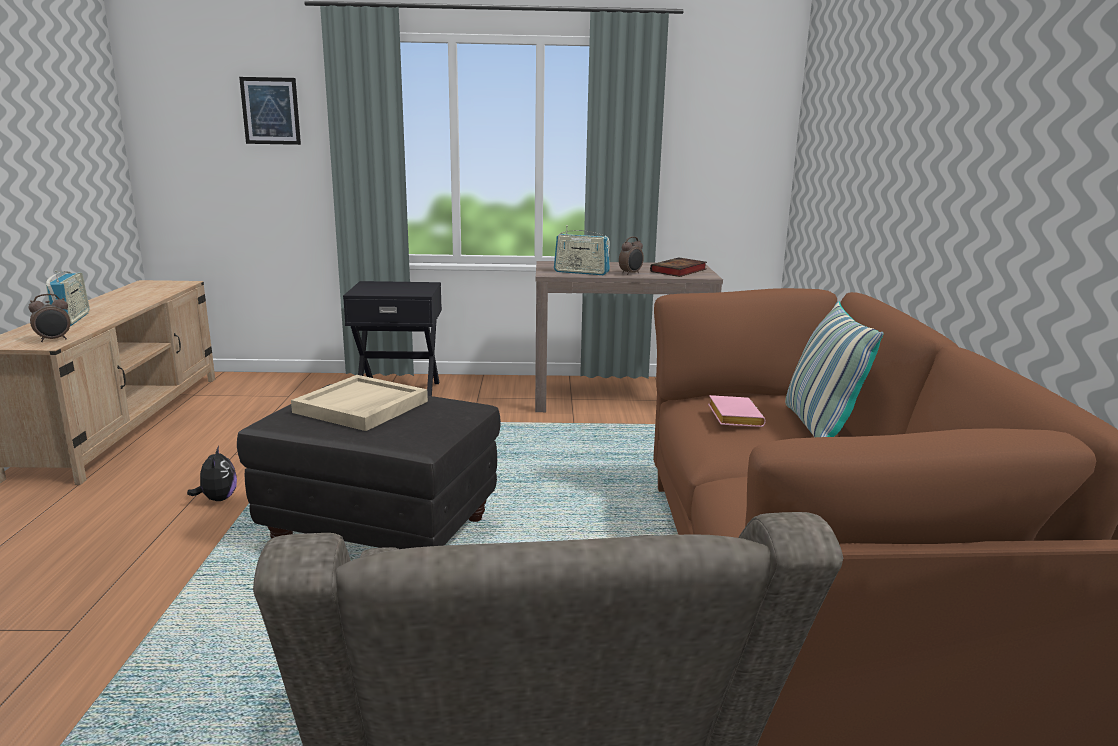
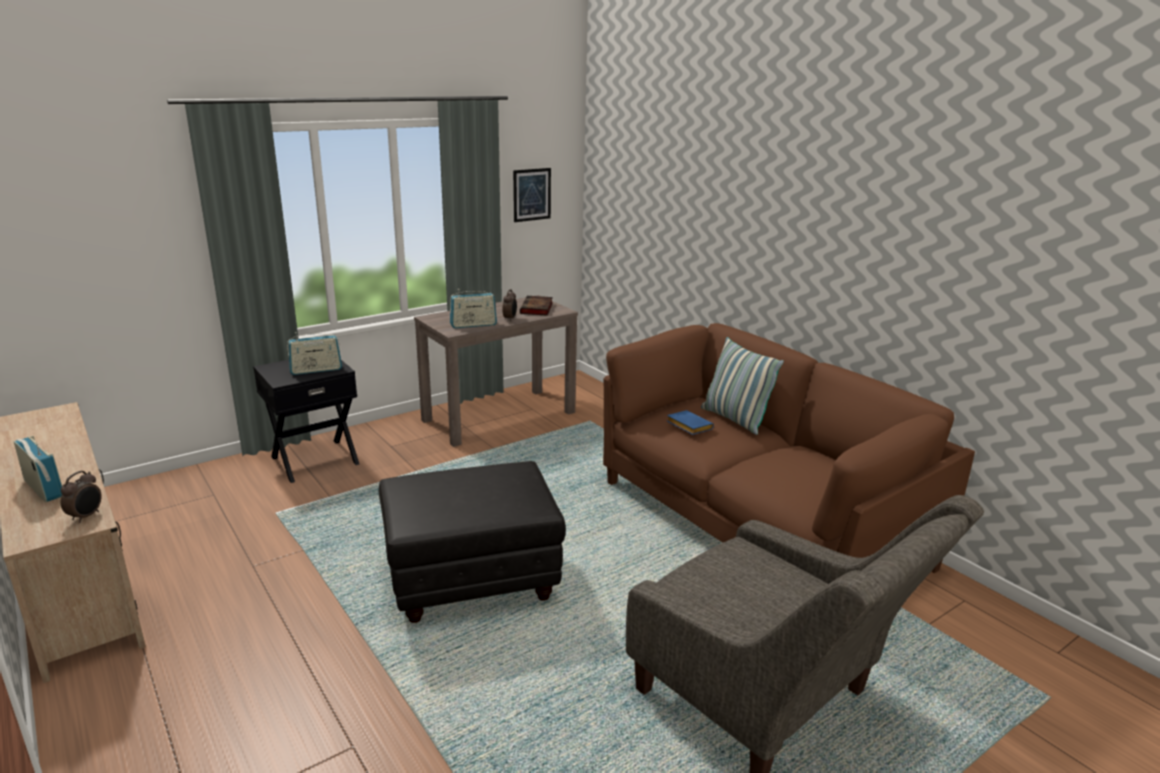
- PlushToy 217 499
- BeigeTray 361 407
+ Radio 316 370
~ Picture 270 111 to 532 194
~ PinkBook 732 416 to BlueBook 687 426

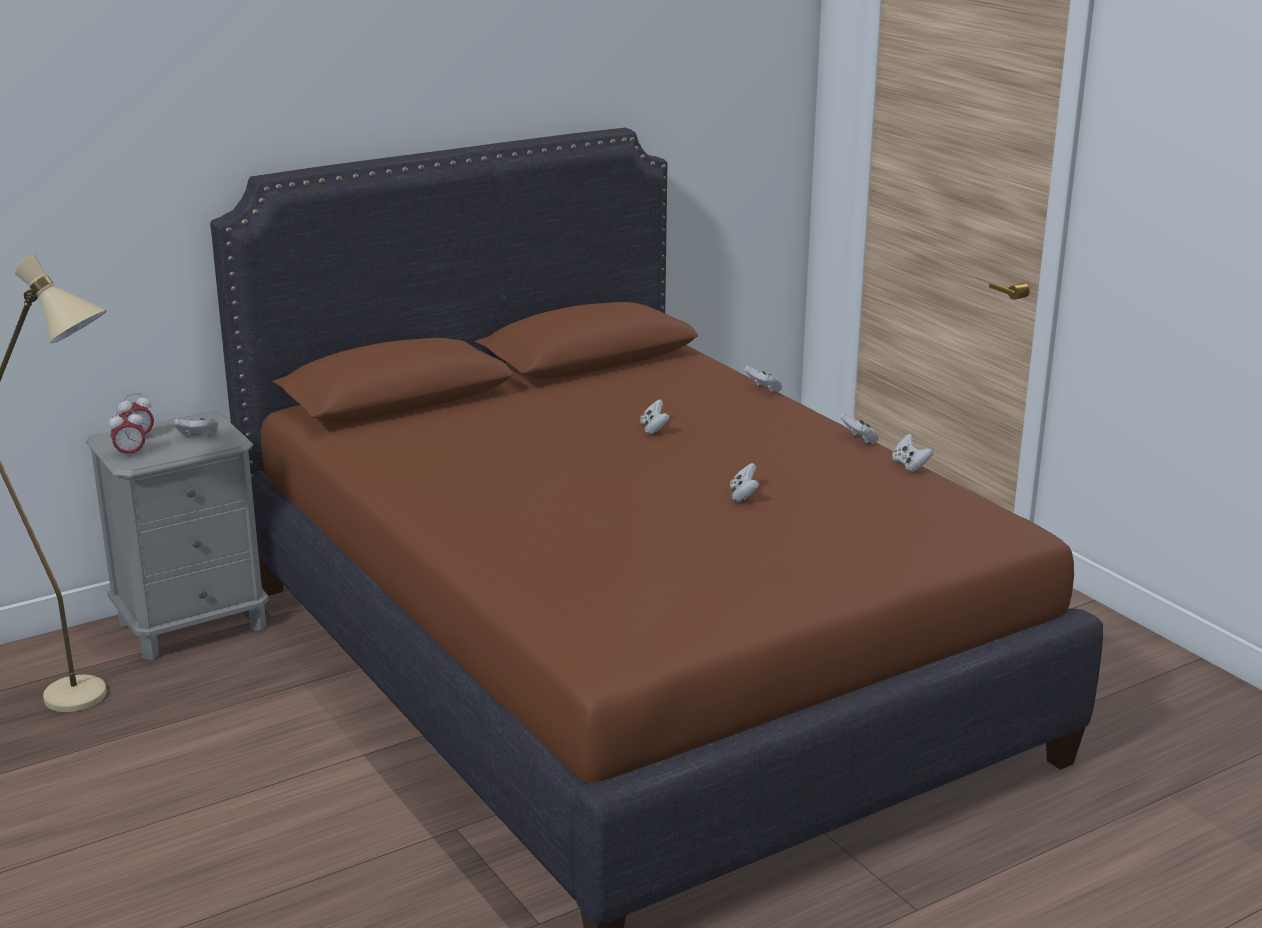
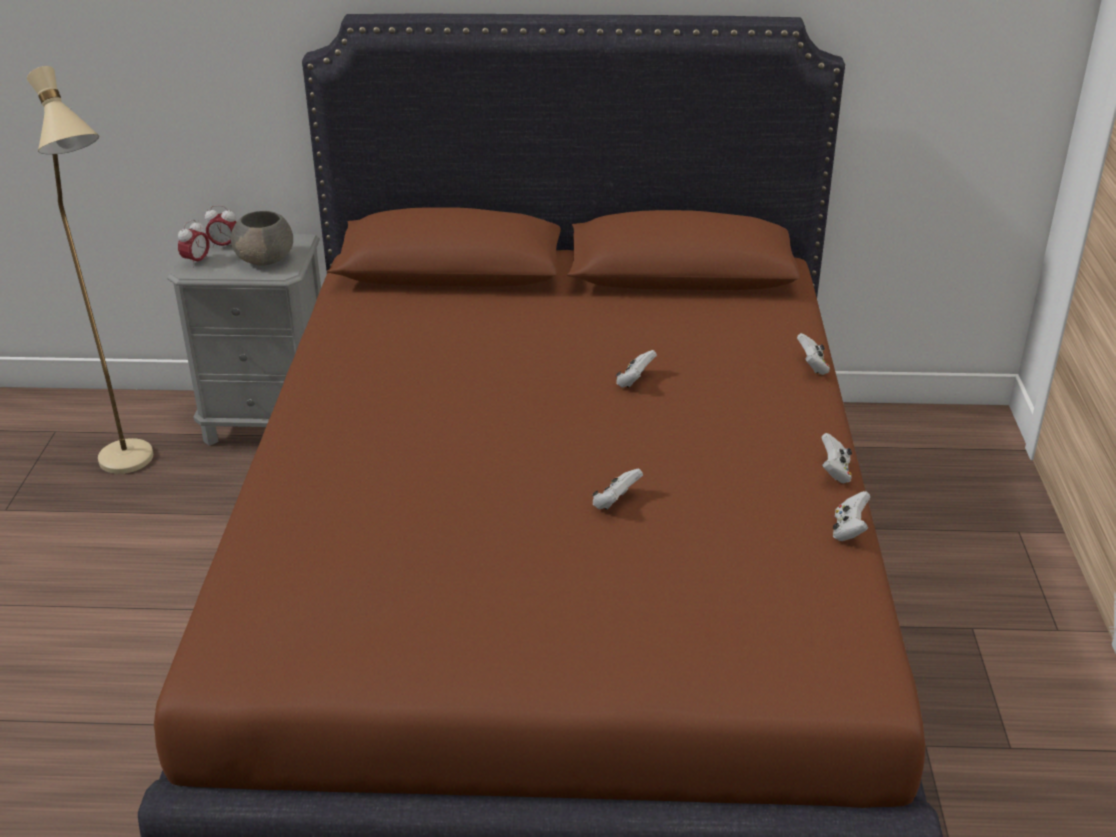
~ WhiteGameController 198 436 to GreyBowl 266 259
~ AlarmClock 130 454 = 196 262 75 degrees counterclockwise

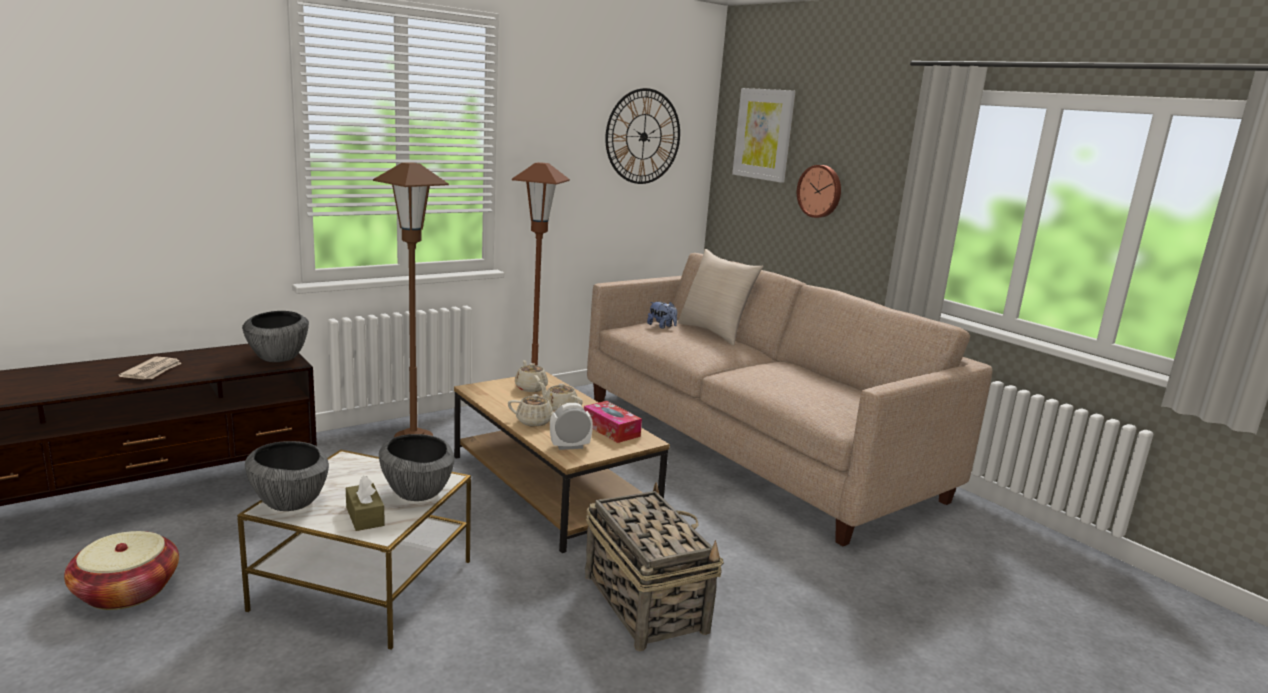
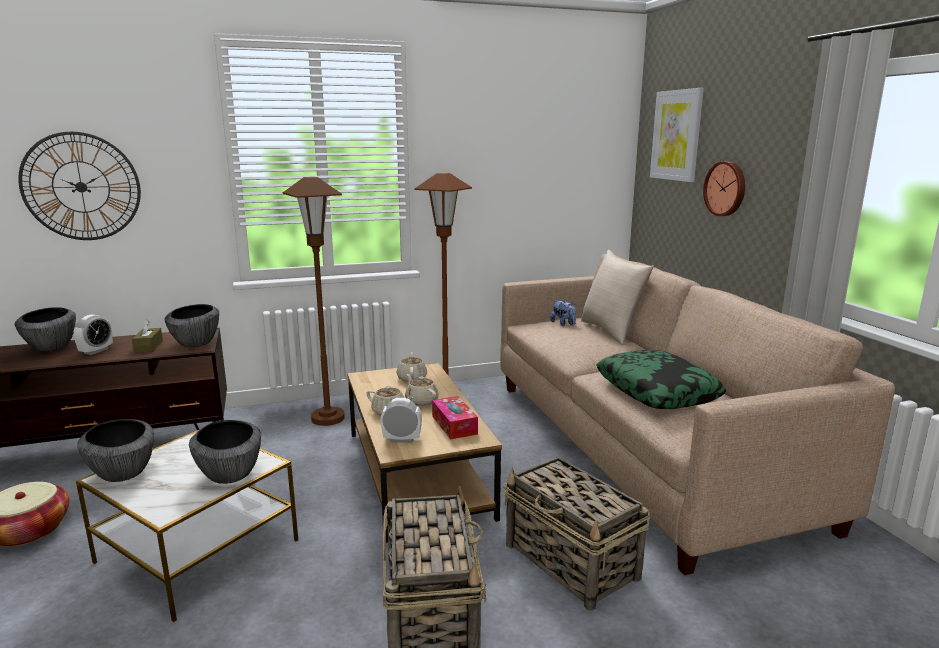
+ Bowl 51 348
+ Basket 571 562
+ Pillow 657 391
~ BrownTissueBox 365 516 to 148 346
~ WallClock 643 136 to 81 187
~ Newspaper 153 371 to AlarmClock 96 351

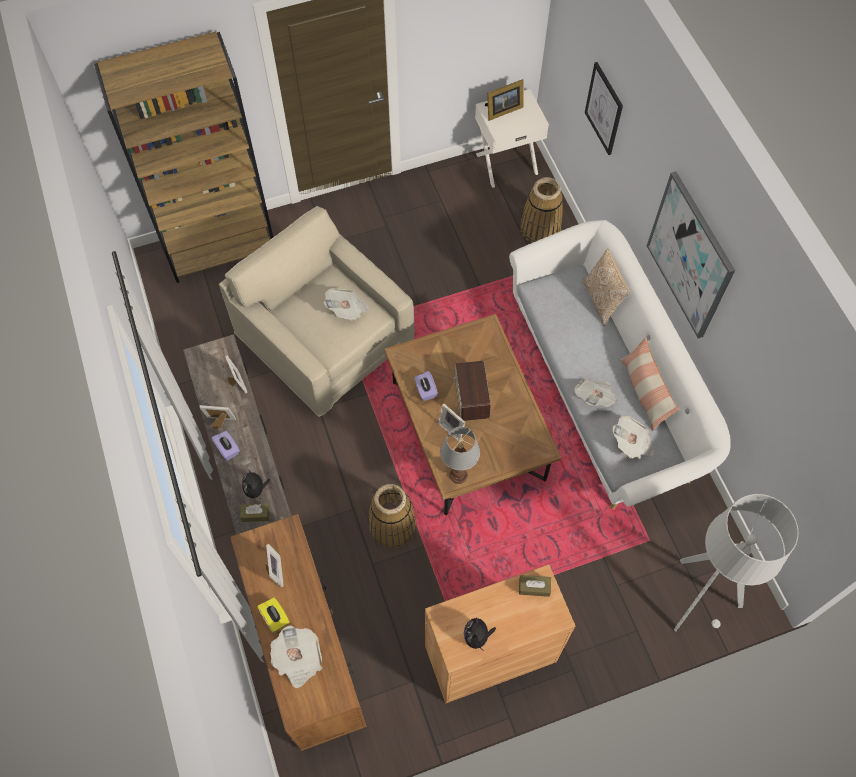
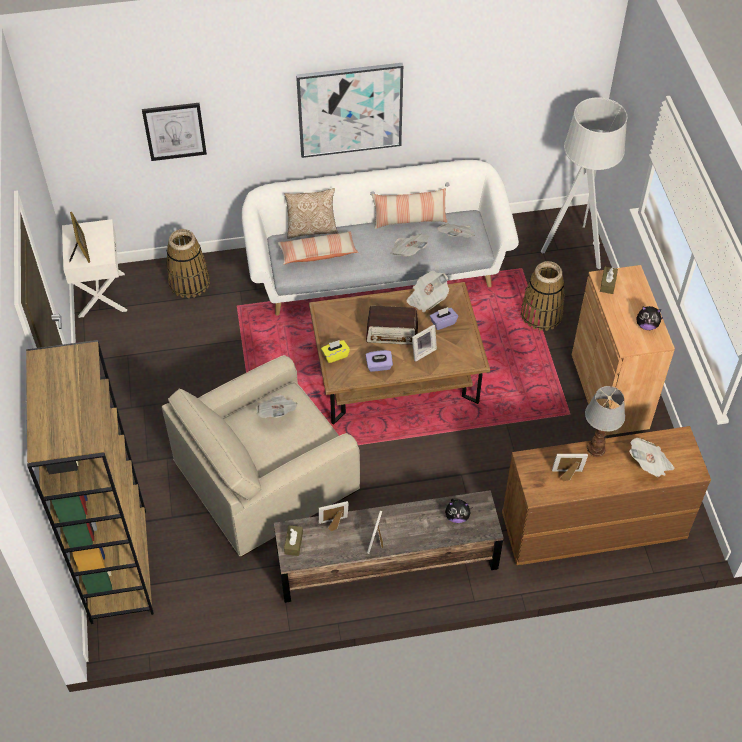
+ Pillow 317 253
+ Newspaper 427 298
~ PurpleTissueBox 227 449 to 443 322
~ BrownTissueBox 255 514 to 293 543
~ YellowTissueBox 275 618 to 335 355
~ Basket 392 525 to 541 315
~ TableLamp 457 475 to 596 449

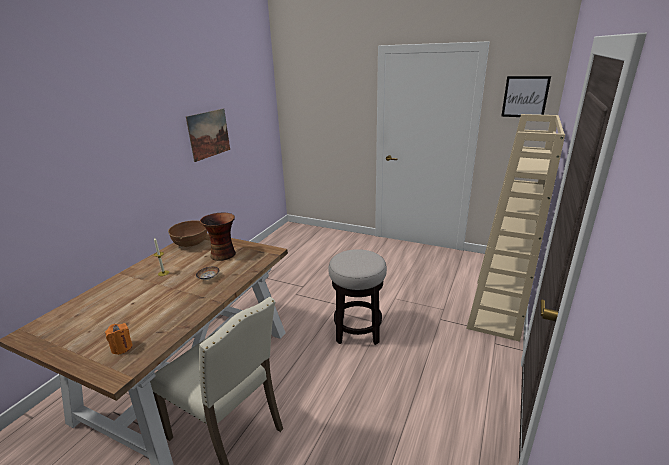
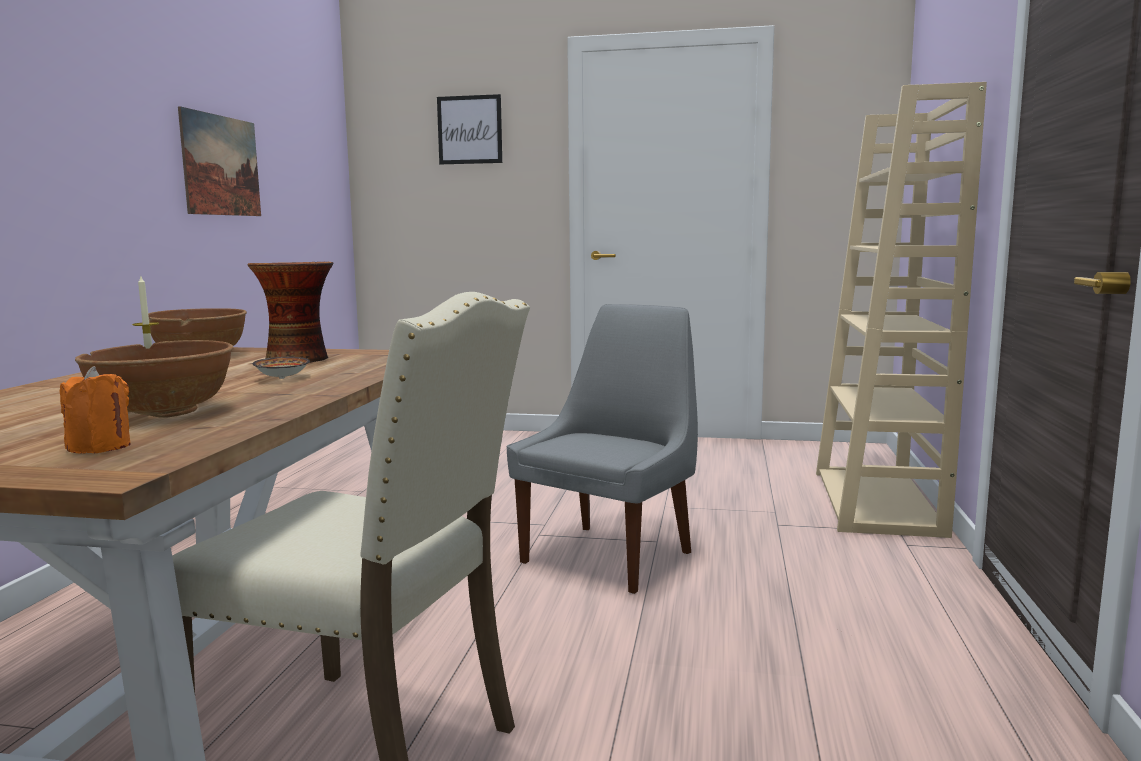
+ BrownBowl 162 412
~ Picture 525 97 to 470 130
~ Stool 358 330 to GreyChair 611 555

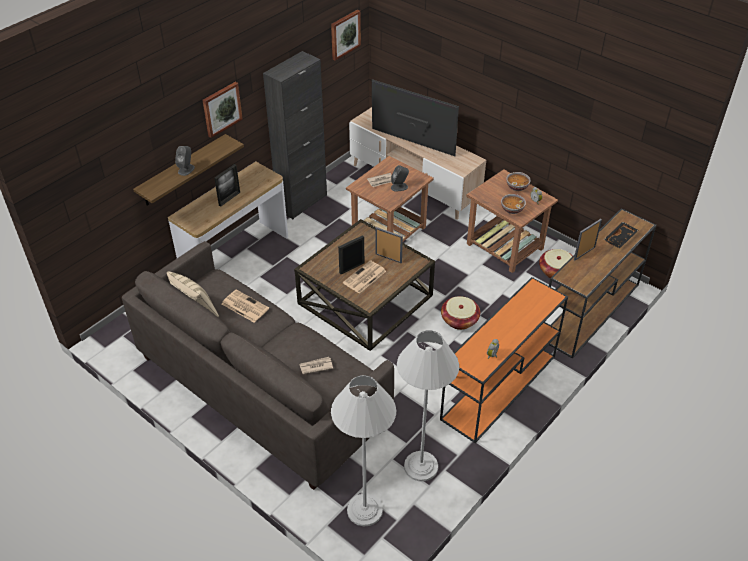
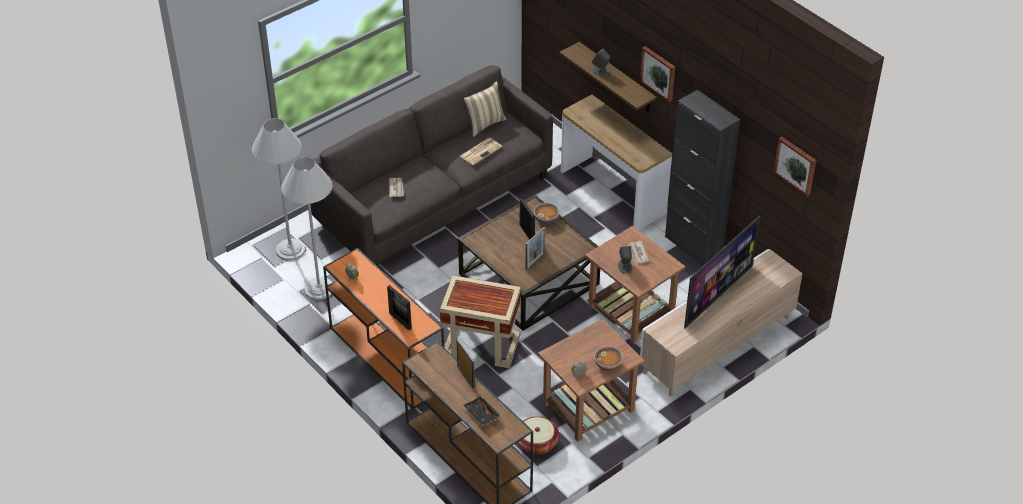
- Newspaper 364 277
~ PictureFrame 229 199 to 400 321
~ Bowl 512 209 to 546 219
~ Basket 459 320 to BeigeSideTable 482 345

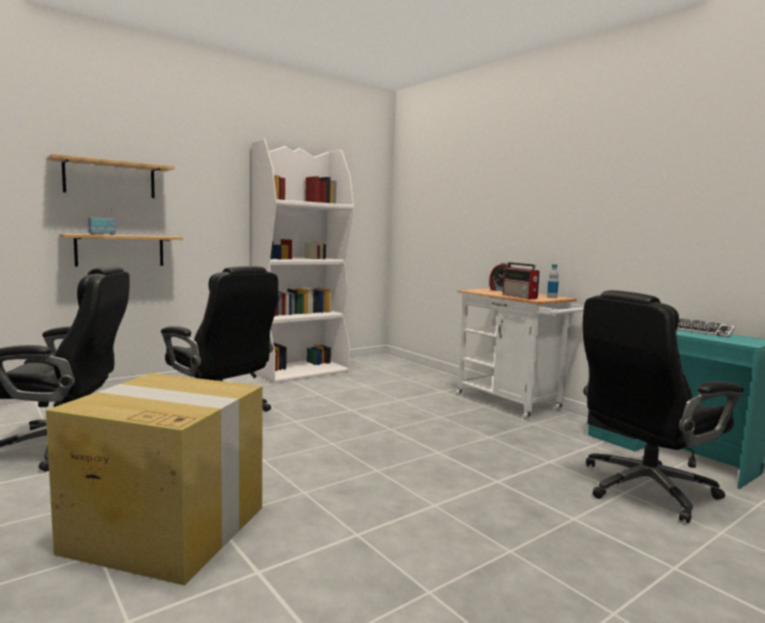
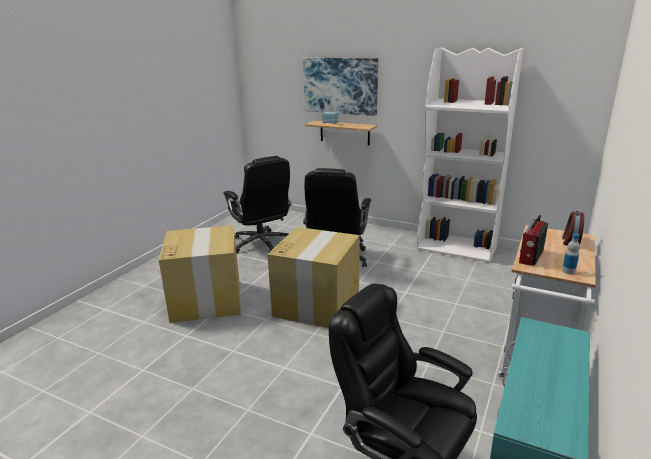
- Keyboard 698 331
+ CardboardBox 317 304
~ Shelf 110 179 to Picture 340 85

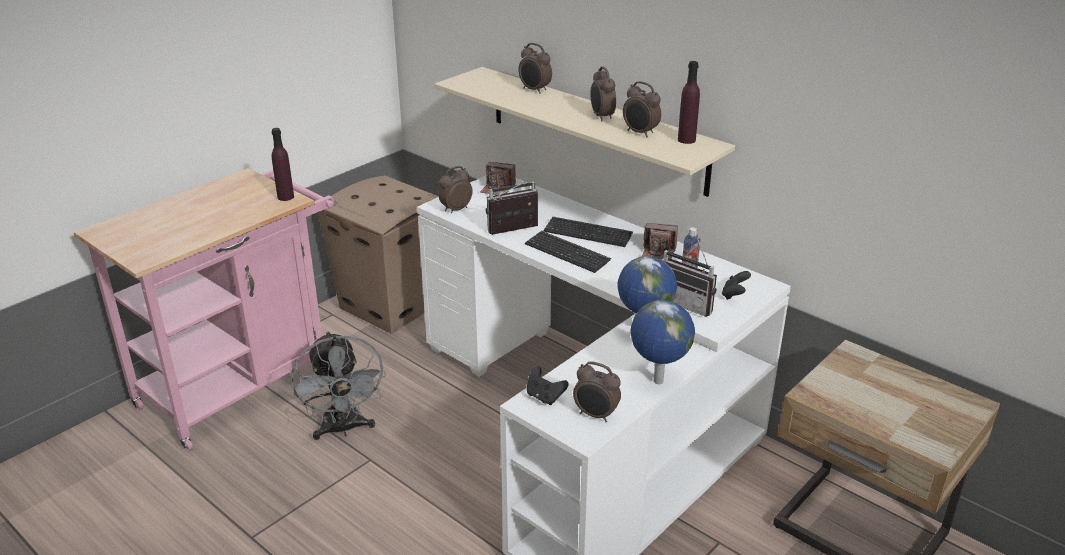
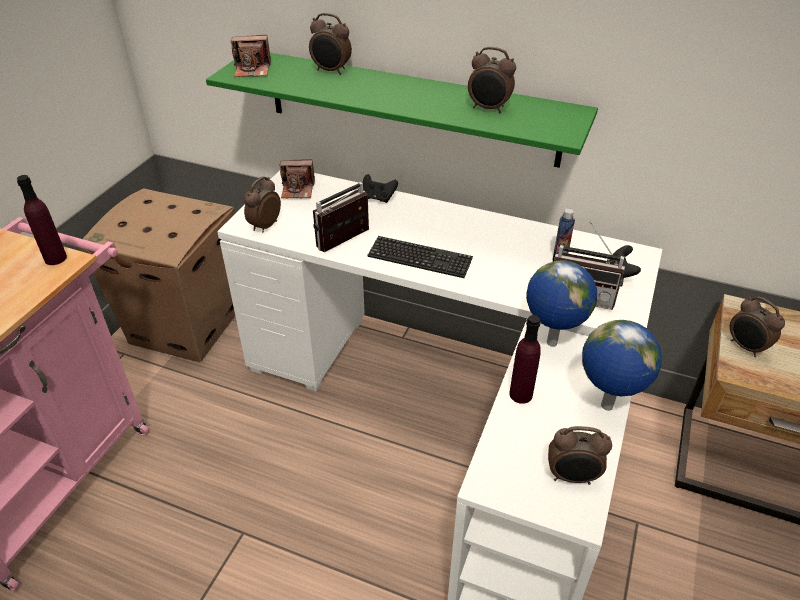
- GreyFan 343 429
- Keyboard 587 233
~ BlackGameController 544 397 to 378 198
~ AlarmClock 601 117 to 746 347
~ PhotoCamera 658 253 to 252 70
~ PurpleBottle 686 140 to 520 394
~ BeigeShelf 595 129 to GreenShelf 410 107

